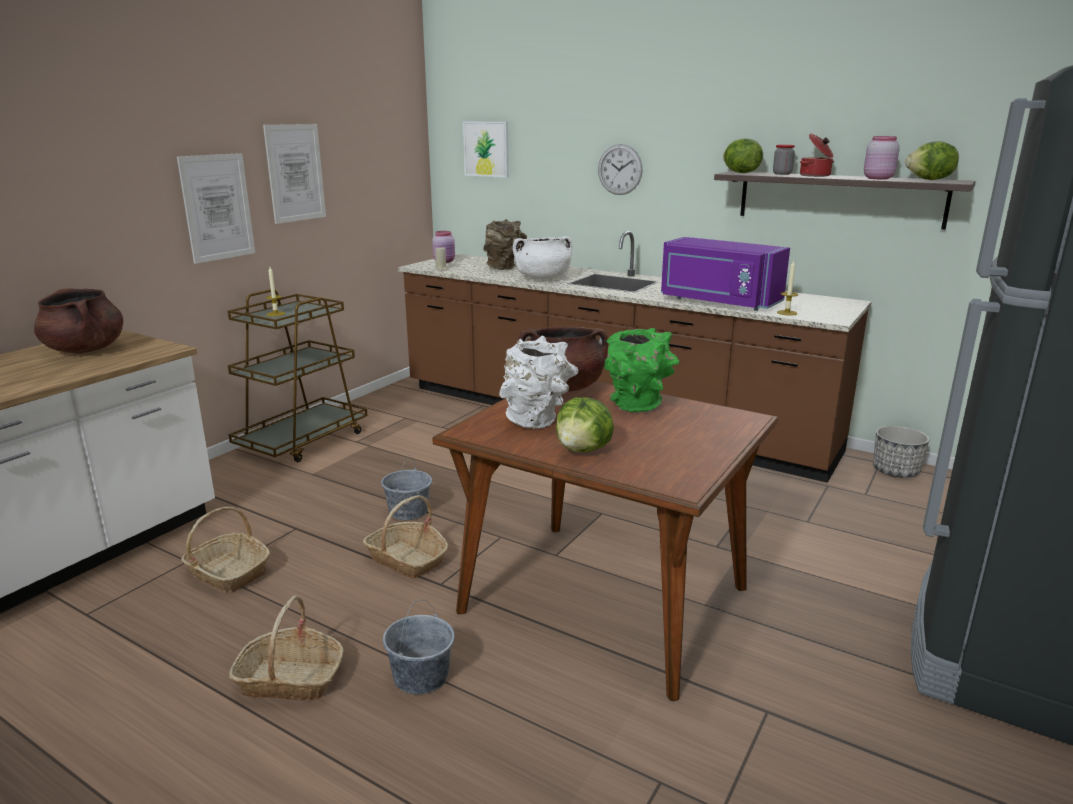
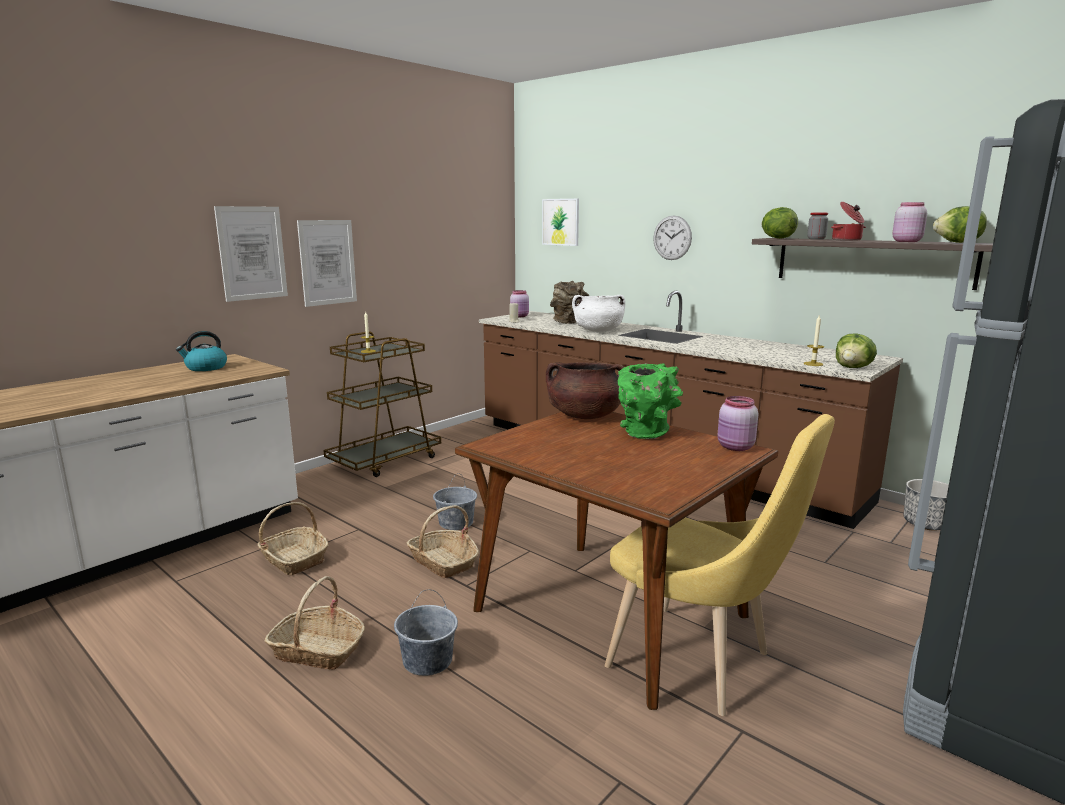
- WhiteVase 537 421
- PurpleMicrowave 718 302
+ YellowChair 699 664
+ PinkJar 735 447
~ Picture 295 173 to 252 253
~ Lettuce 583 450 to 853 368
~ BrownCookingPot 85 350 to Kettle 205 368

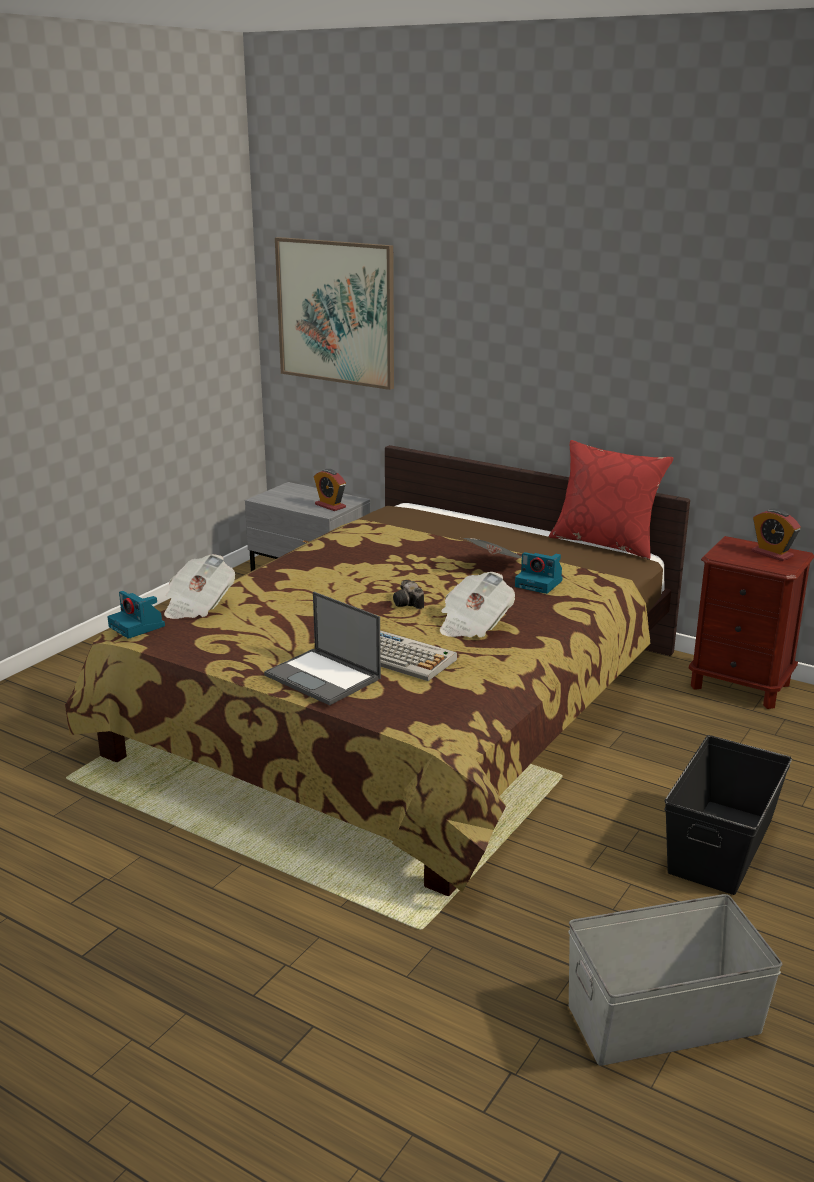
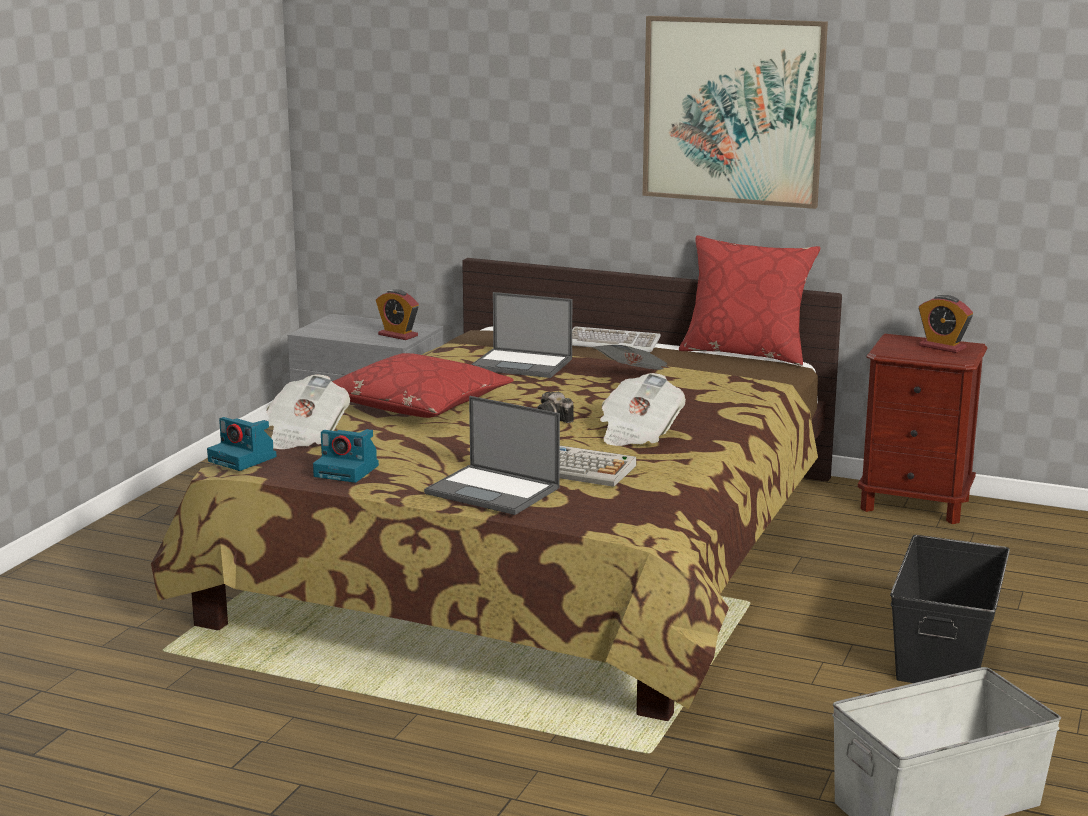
+ RedPillow 417 404
+ Laptop 523 364
+ Keyboard 612 344
~ Picture 336 312 to 733 111
~ PhotoCamera 540 584 to 348 471

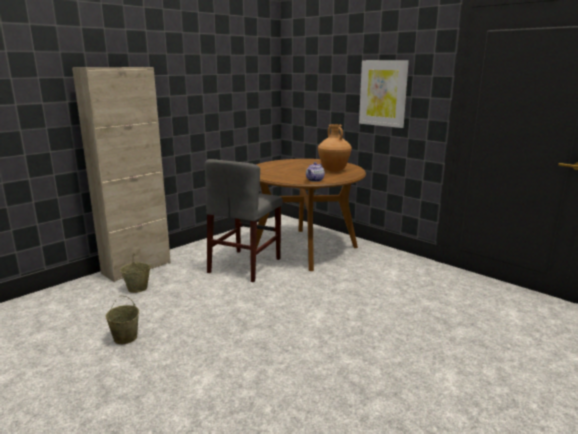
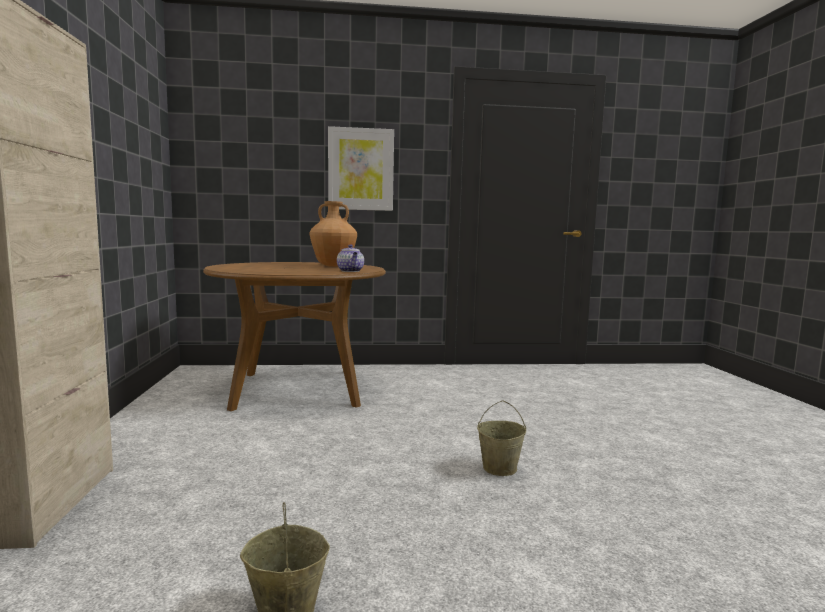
- GreyChair 245 265
~ BeigeBucket 138 288 to 500 468

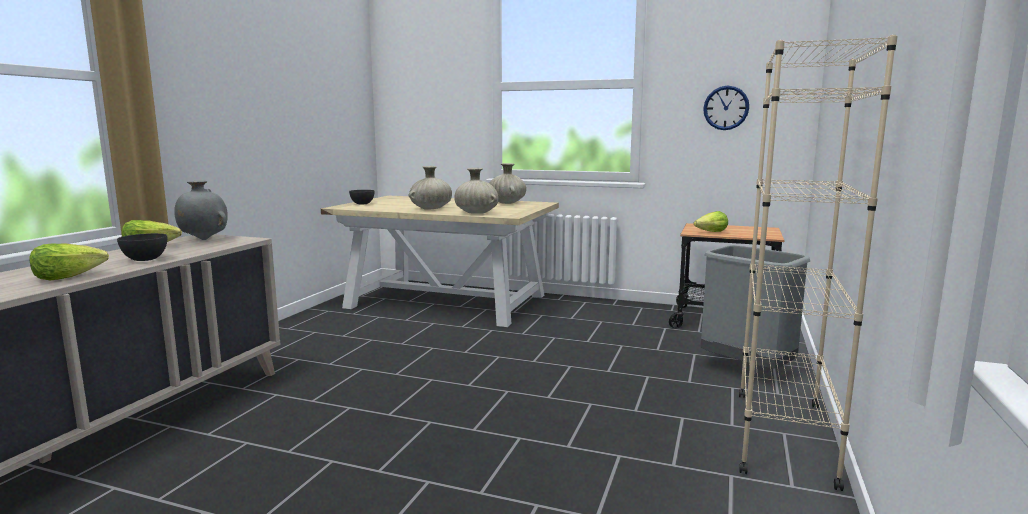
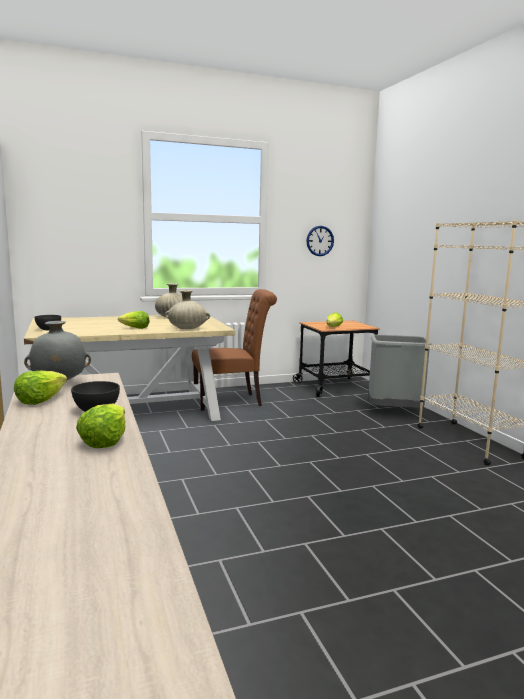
+ BrownChair 232 401
~ BeigeVase 431 208 to Lettuce 134 328

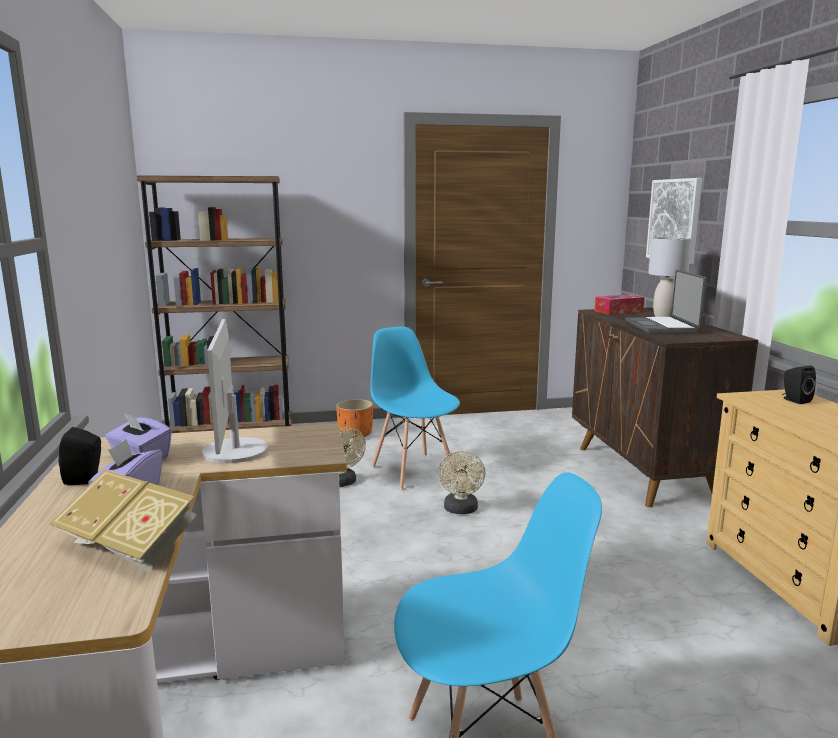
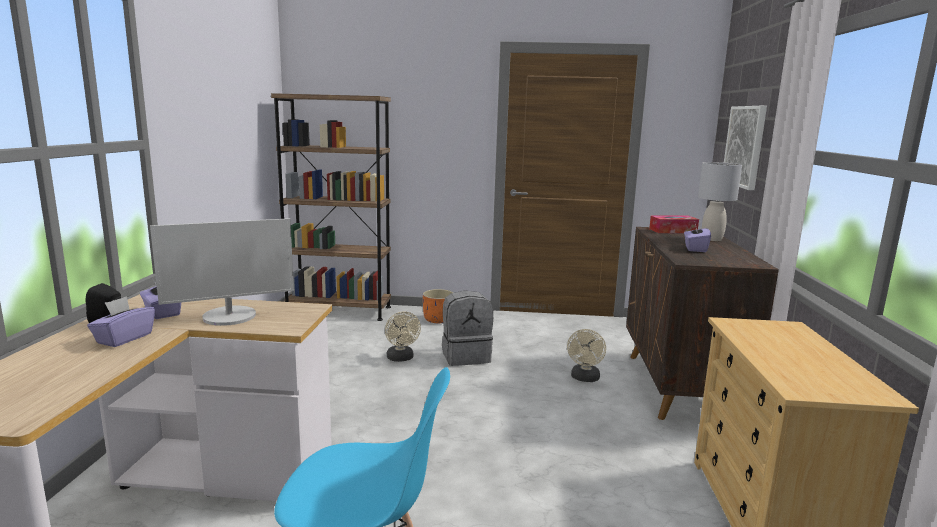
- Book 129 546
- BlackSpeaker 794 400
~ BeigeFan 461 510 to 584 379
~ BlueChair 413 470 to GreyBackpack 466 356
~ Laptop 662 327 to PurpleTissueBox 695 249
~ Monitor 234 451 = 230 316 120 degrees counterclockwise

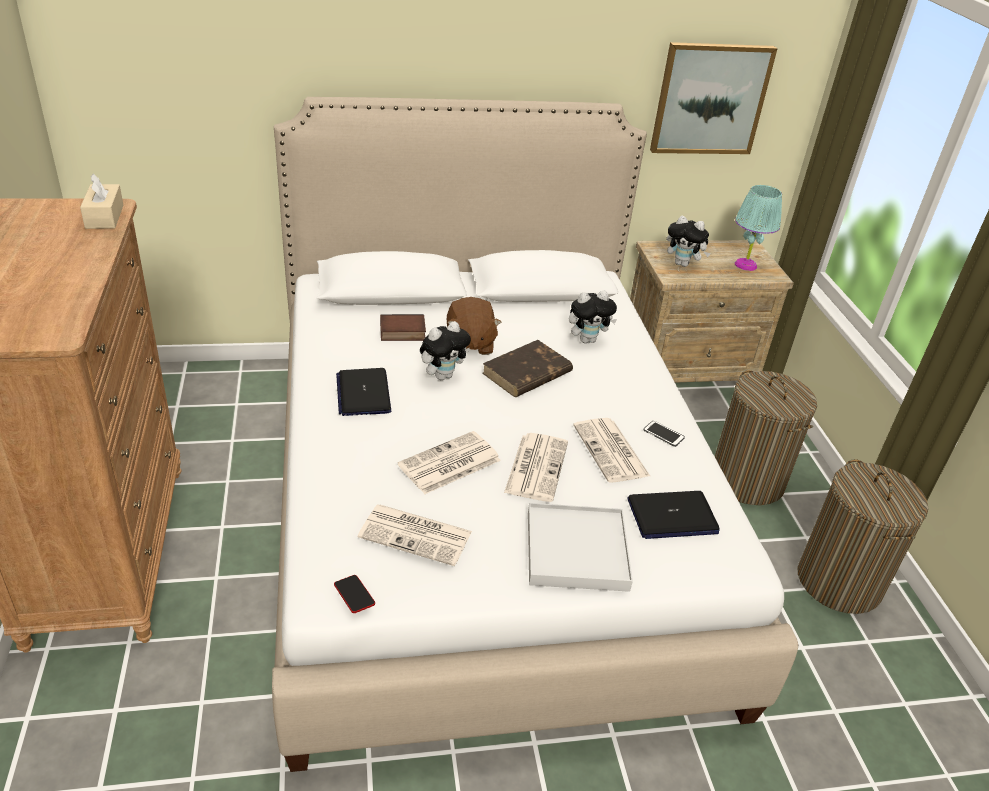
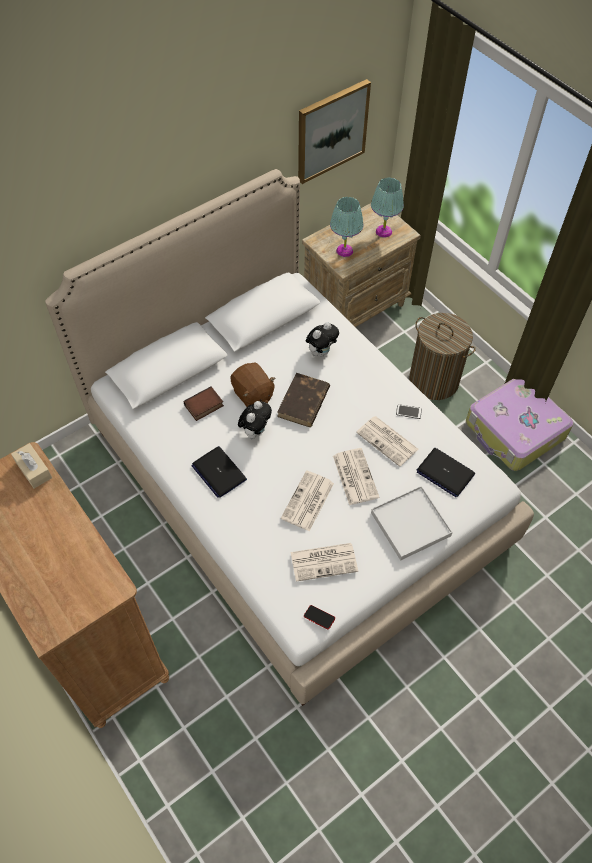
~ PlushToy 683 264 to TurquoiseTableLamp 344 250
~ LaundryBasket 839 582 to Suitcase 514 431
~ Laptop 672 516 = 445 473 75 degrees clockwise

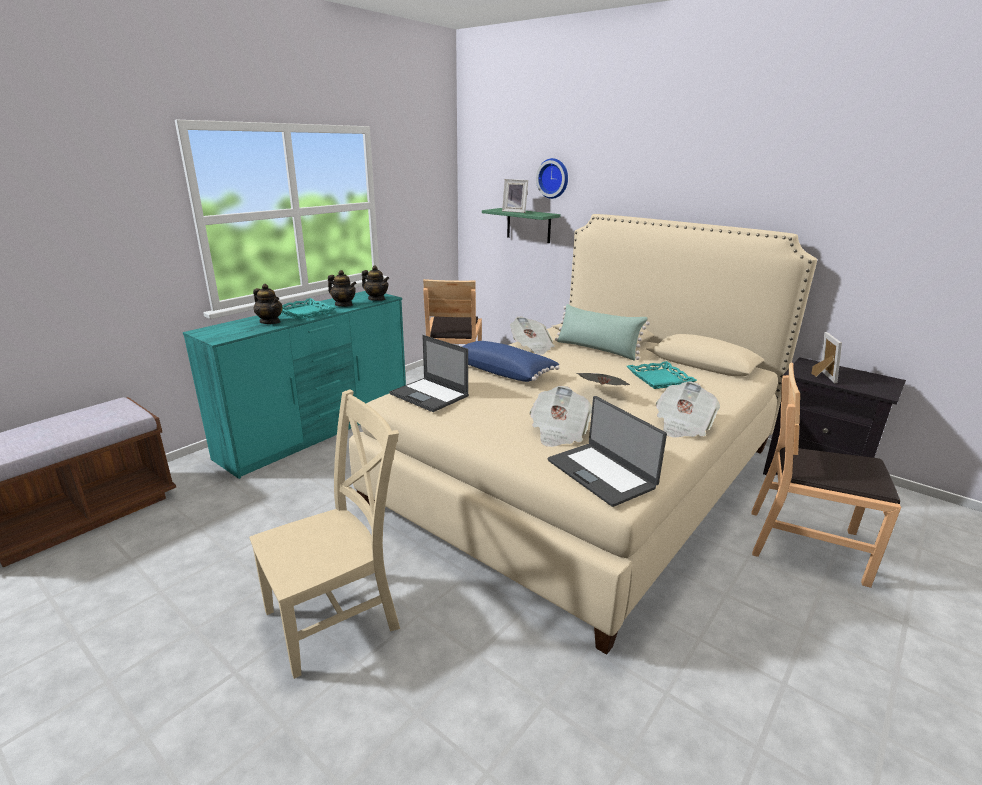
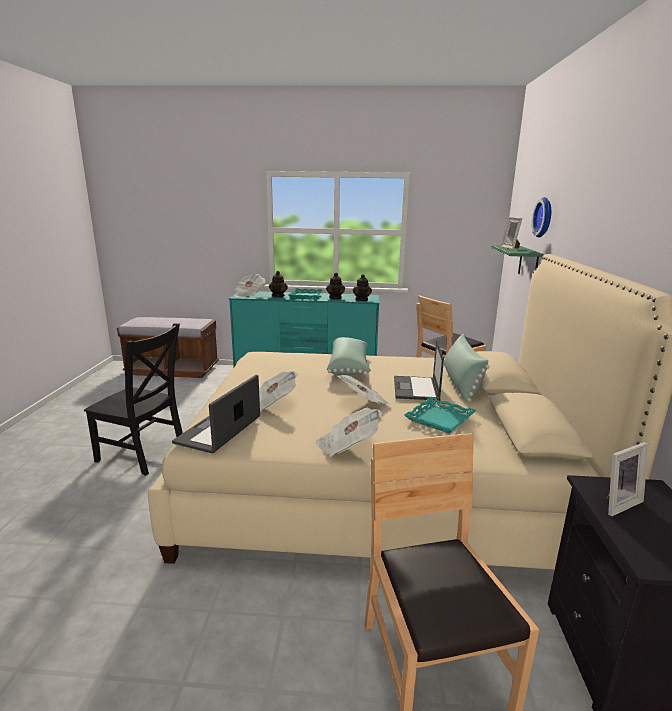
~ Laptop 430 395 to 416 389
~ Newspaper 531 347 to 249 294
~ BeigeChair 338 617 to BlackChair 144 454
~ BluePillow 504 372 to GreenPillow 349 367

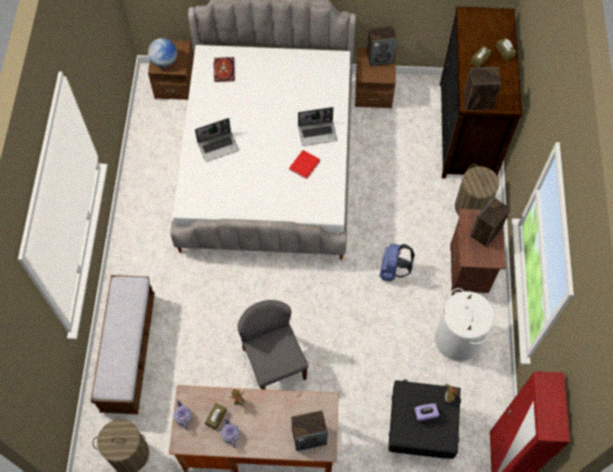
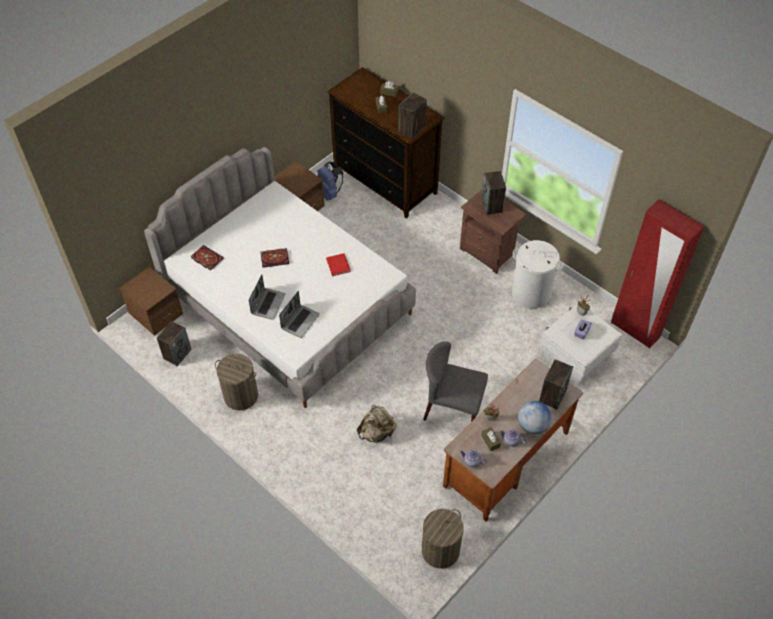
- Bench 129 352
+ Book 275 258
+ BeigeBackpack 377 432
~ Globe 164 62 to 532 425
~ Laptop 318 133 to 300 321
~ Speaker 380 58 to 177 354
~ BlueBackpack 393 270 to 329 193
~ LaundryBasket 471 207 to 241 396
~ BlackStorageBox 419 428 to WhiteStorageBox 575 357

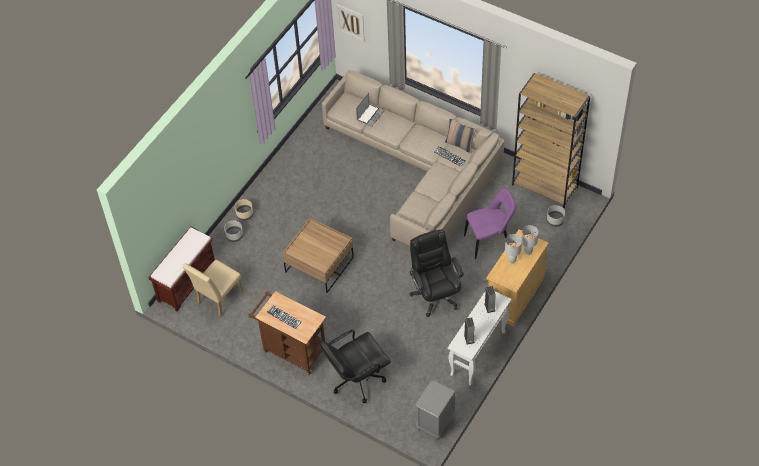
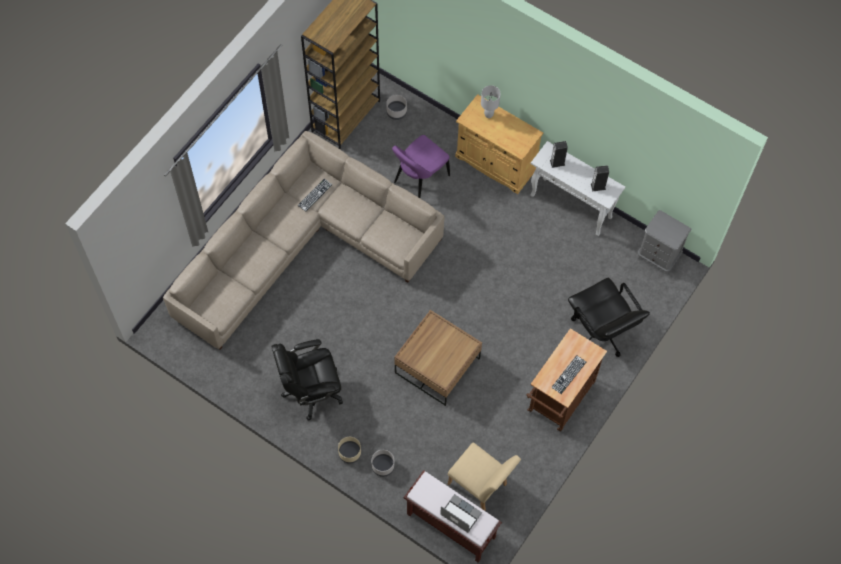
- Picture 350 22
- Pillow 460 145
- WhiteTableLamp 512 260
~ Laptop 370 115 to 460 514
~ BlackOfficeChair 435 294 to 311 391
~ PurpleChair 489 241 = 419 180 120 degrees counterclockwise

